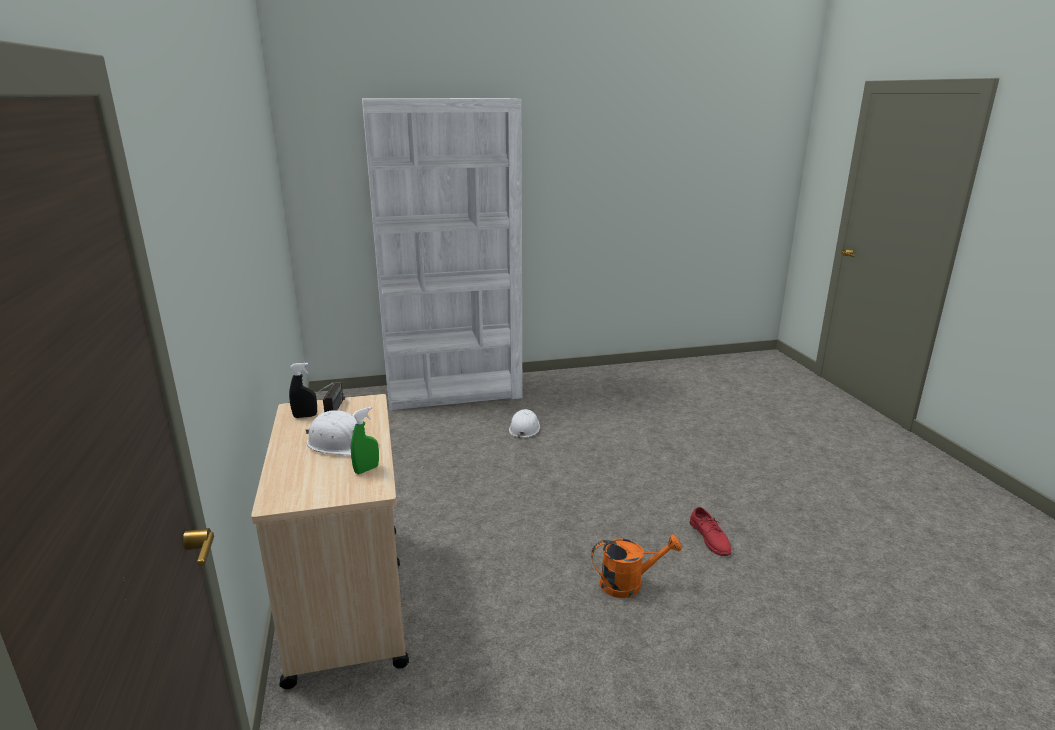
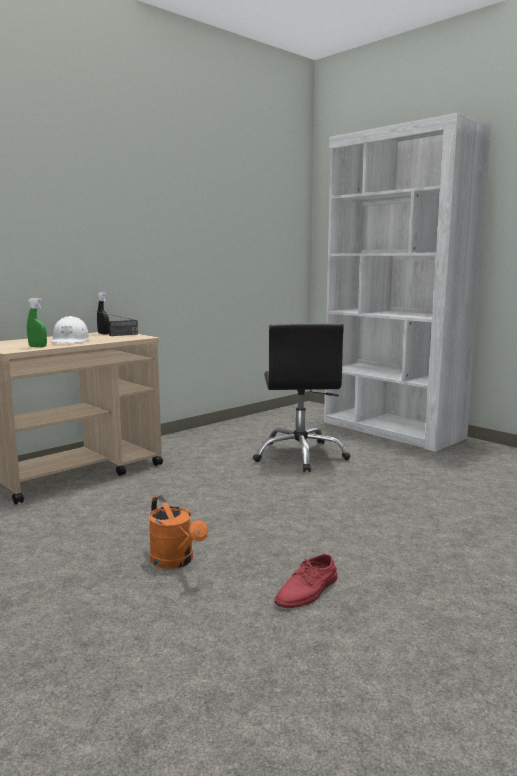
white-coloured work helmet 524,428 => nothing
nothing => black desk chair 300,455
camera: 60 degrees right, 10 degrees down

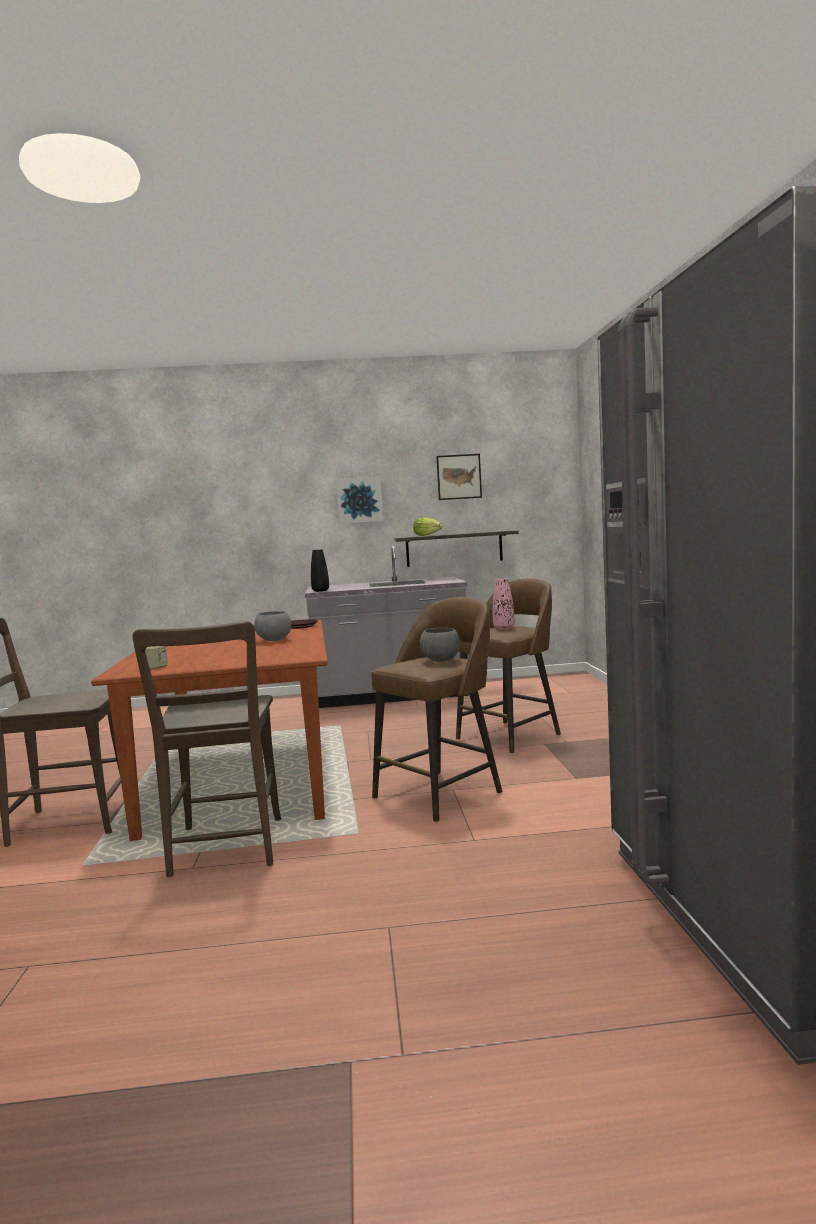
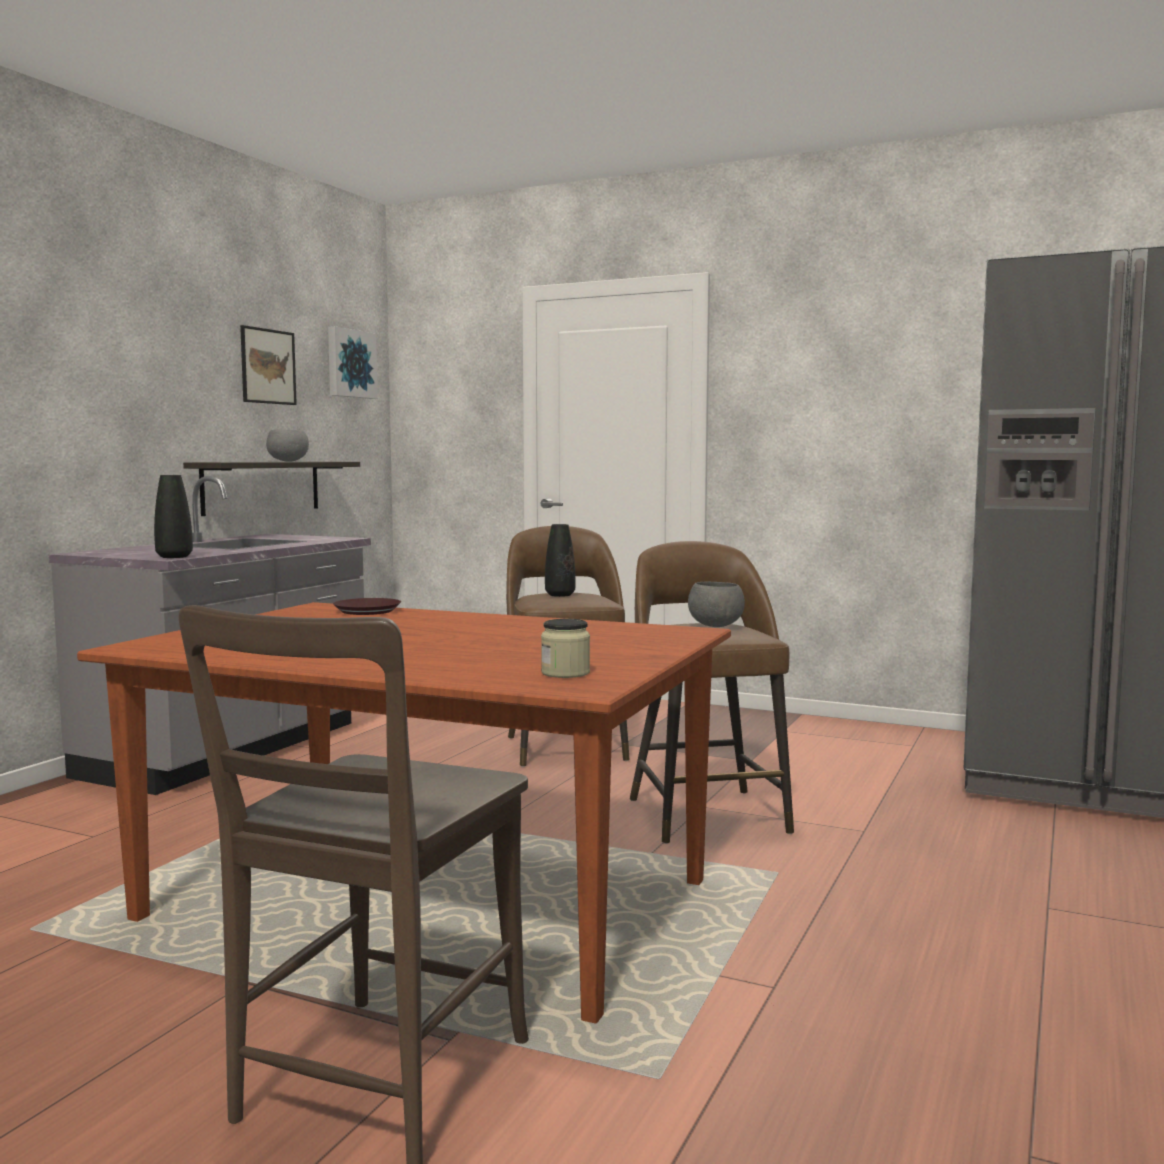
picture 359,500 => picture 350,363, relocated
lettuce head 427,535 => nothing
pink flower vase 504,628 => black flower vase 560,595
gray deep dish 273,640 => gray deep dish 288,461, relocated
brownish upright chair 226,850 => nothing
camera: 60 degrees left, 0 degrees up

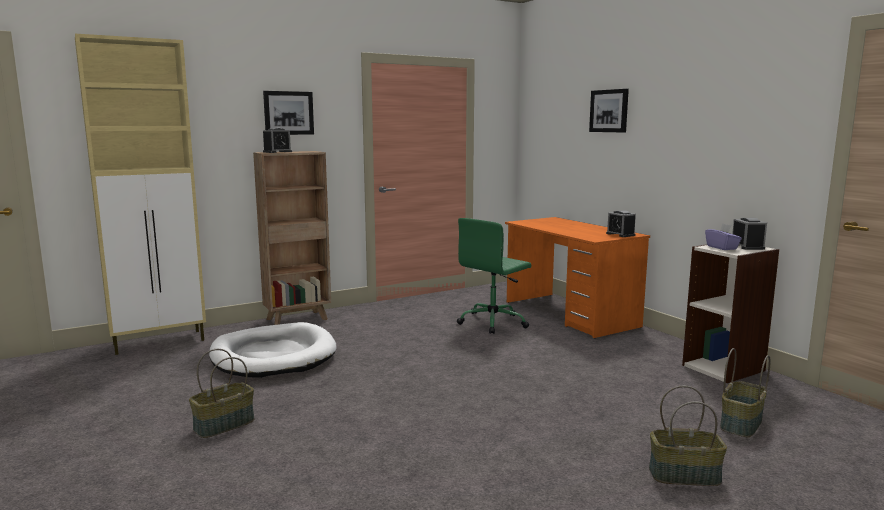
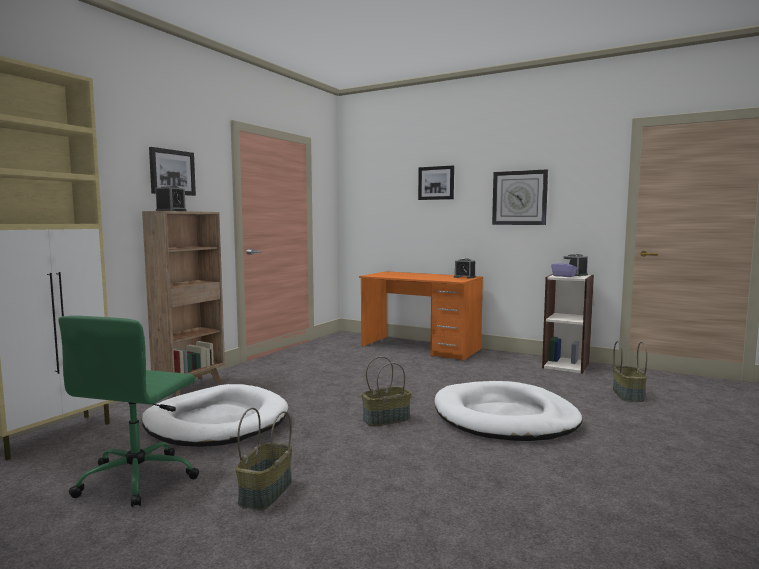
green desk chair 493,322 => green desk chair 138,478, relocated
basket 684,475 => basket 386,419, relocated
nothing => wall clock 519,198
nothing => white-coloured dog bed 505,417
camera: 30 degrees left, 5 degrees down

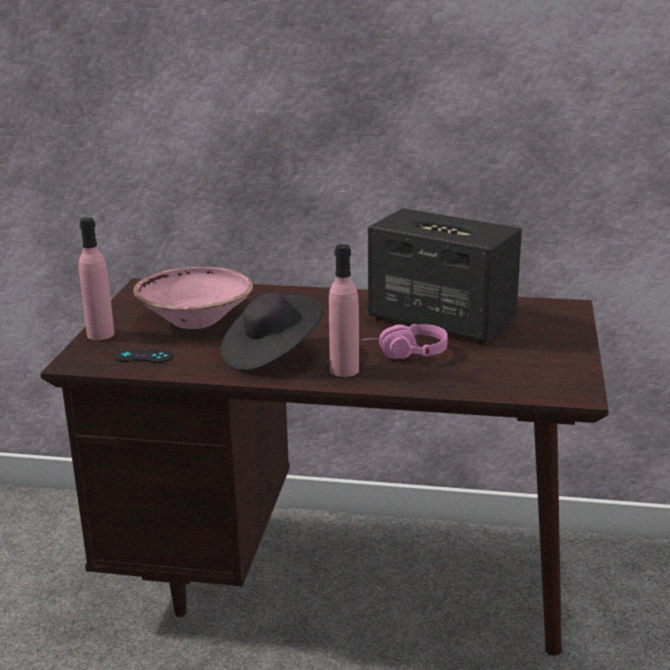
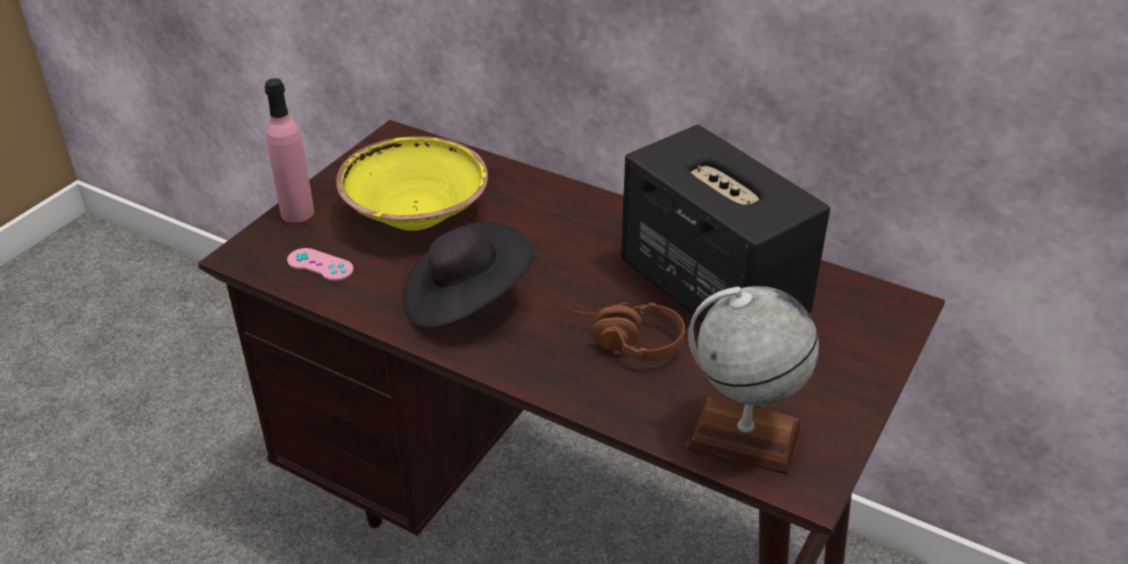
pink bottle 344,370 => nothing
pink deep dish 195,320 => yellow deep dish 415,213
pink headphones 405,354 => brownish headphones 626,343
black joypad 143,357 => pink joypad 320,265
nothing => globe 743,436
camera: 20 degrees right, 15 degrees up

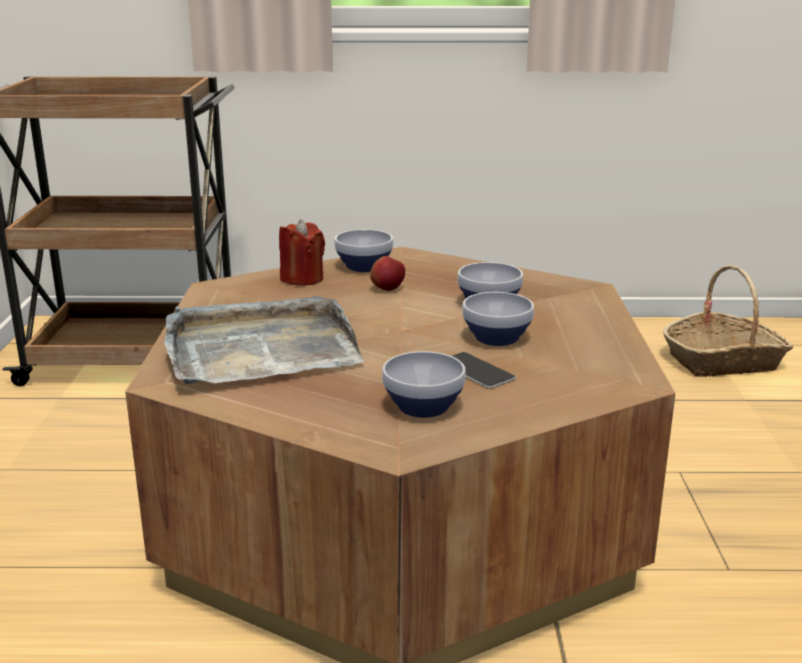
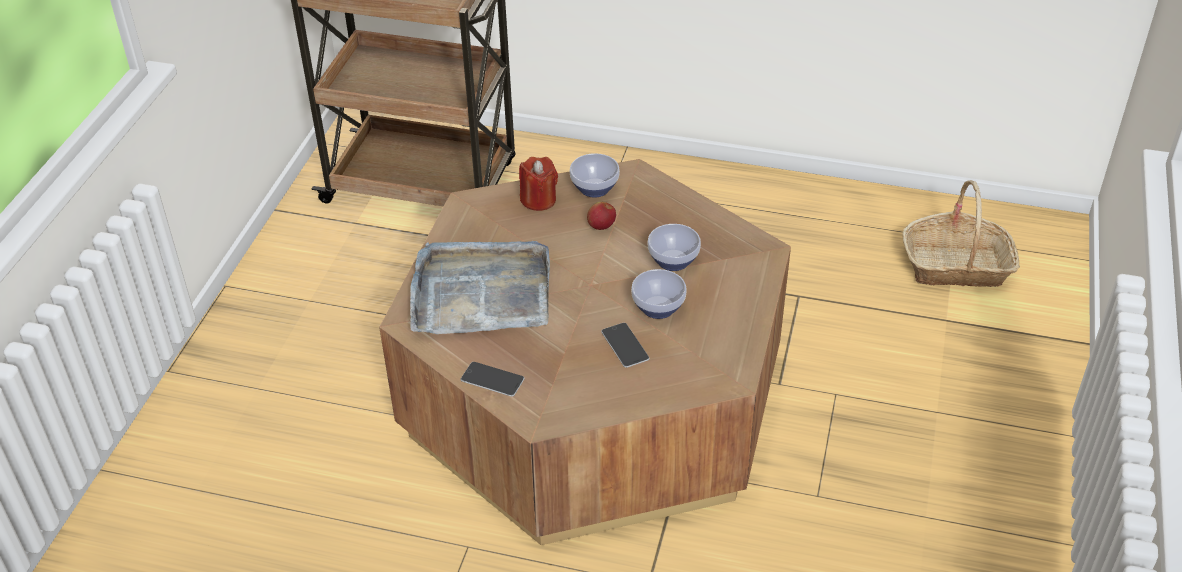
deep dish 422,406 => nothing
nothing => phone 492,379
camera: 15 degrees right, 20 degrees up

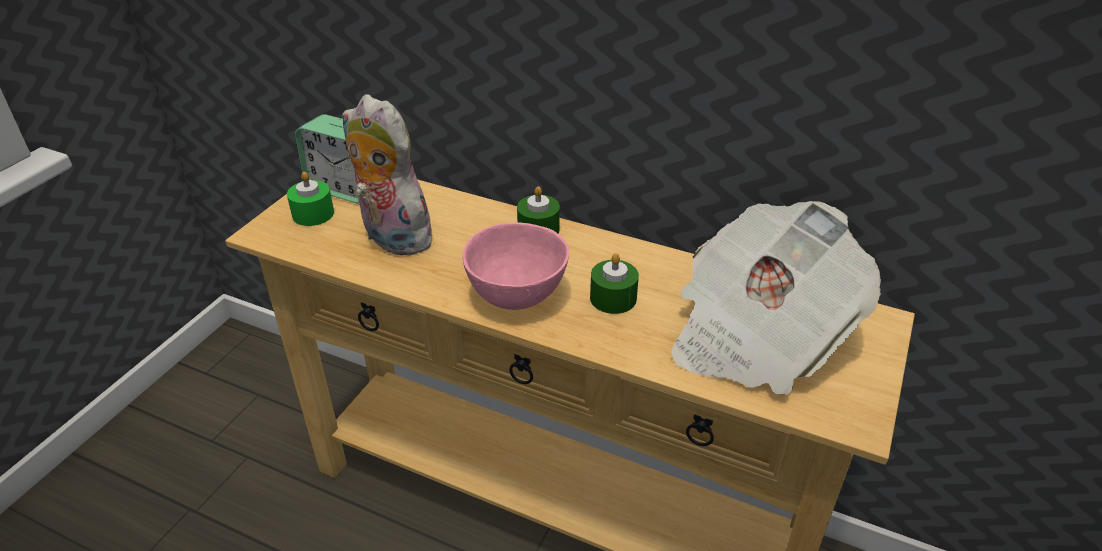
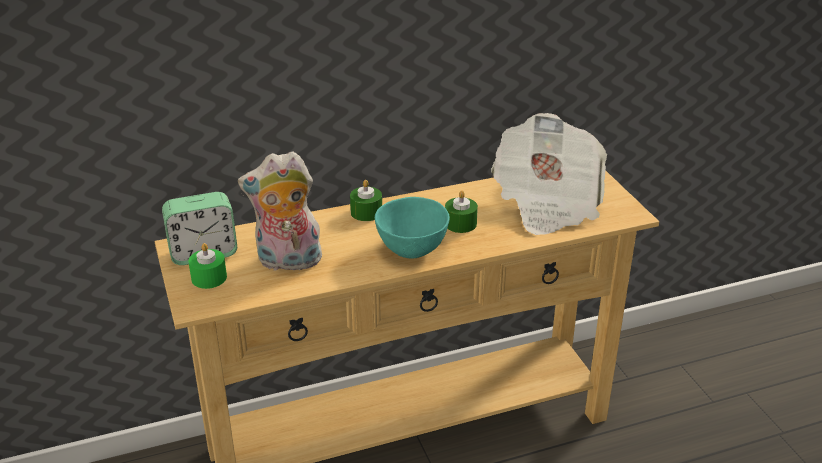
pink deep dish 518,296 => turquoise deep dish 412,249
camera: 45 degrees left, 5 degrees down

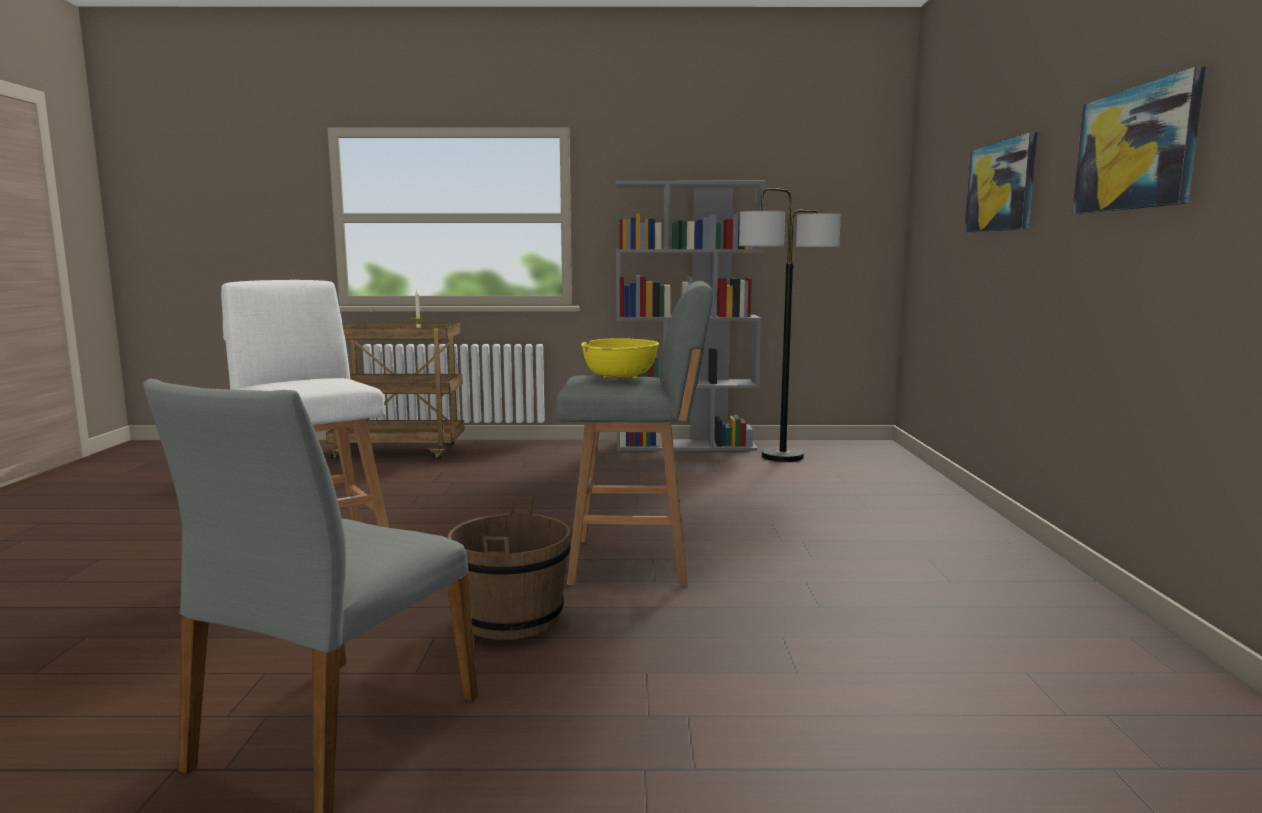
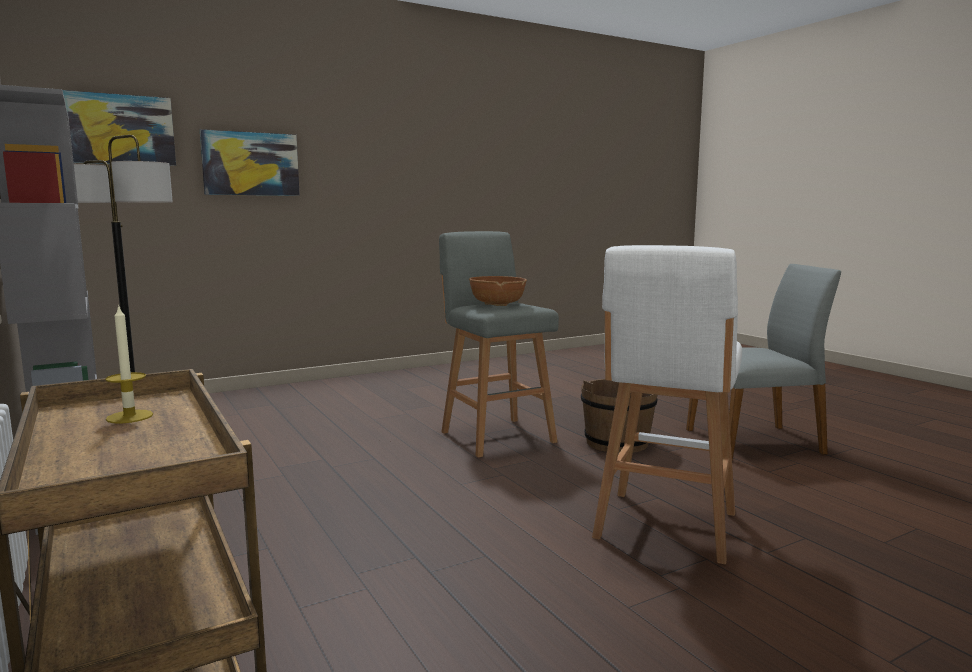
picture 1135,149 => picture 117,129, relocated
yellow deep dish 620,378 => brownish deep dish 497,304
camera: 120 degrees left, 0 degrees up

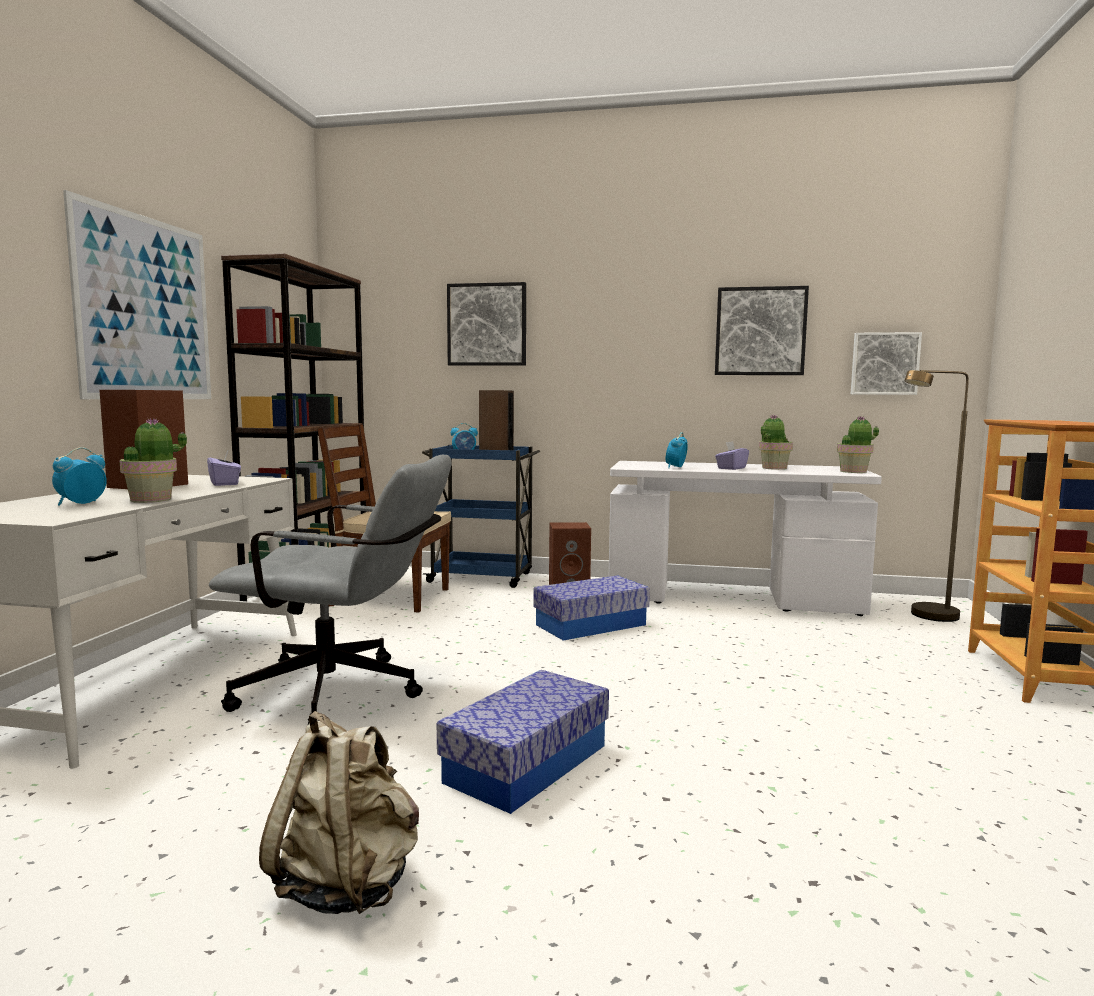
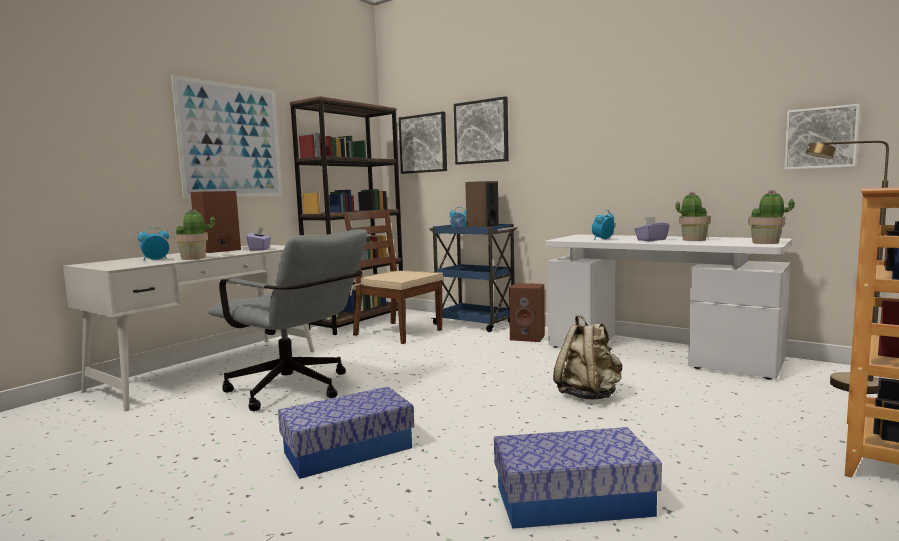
picture 760,331 => picture 423,143, relocated
storage container 591,625 => storage container 573,500, relocated
beige-coloured rucksack 347,884 => beige-coloured rucksack 588,395, relocated
camera: 25 degrees right, 0 degrees up

